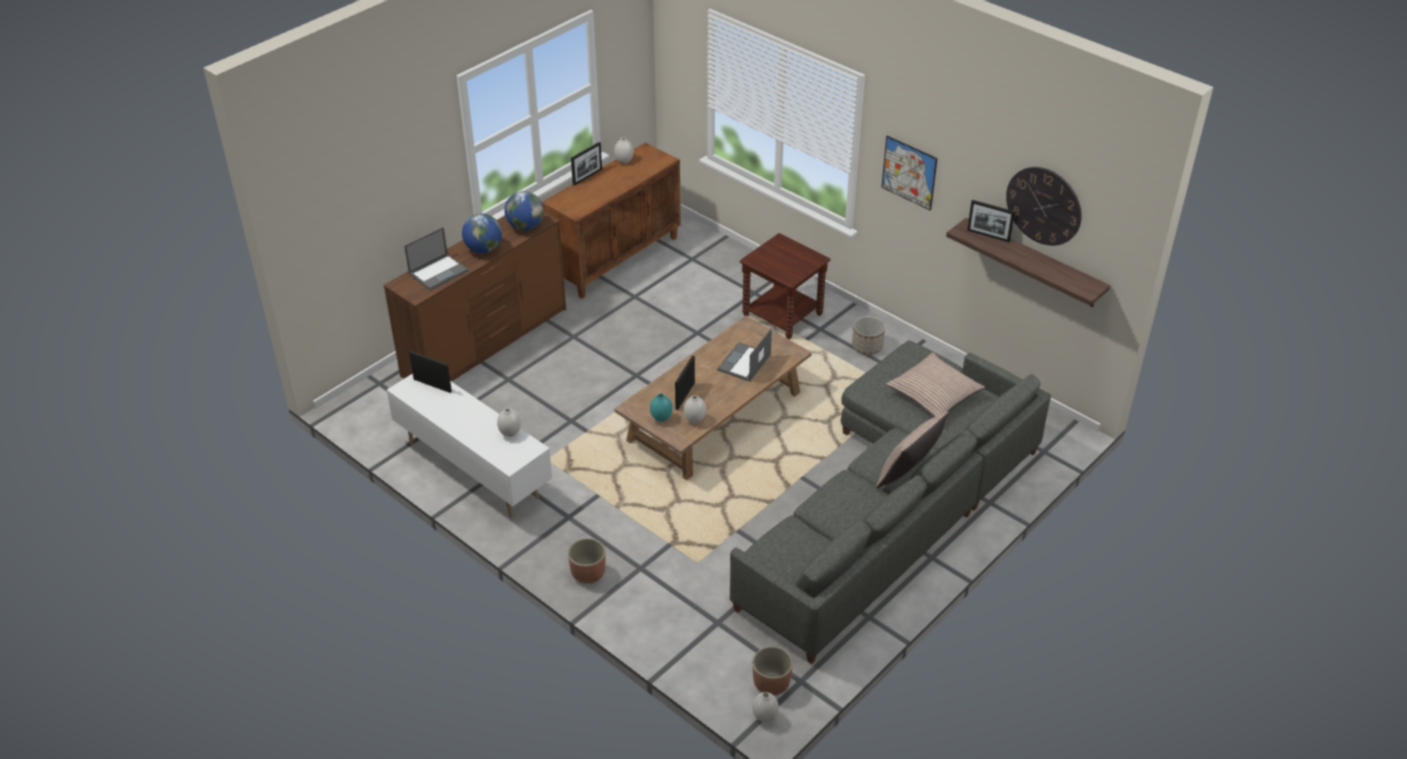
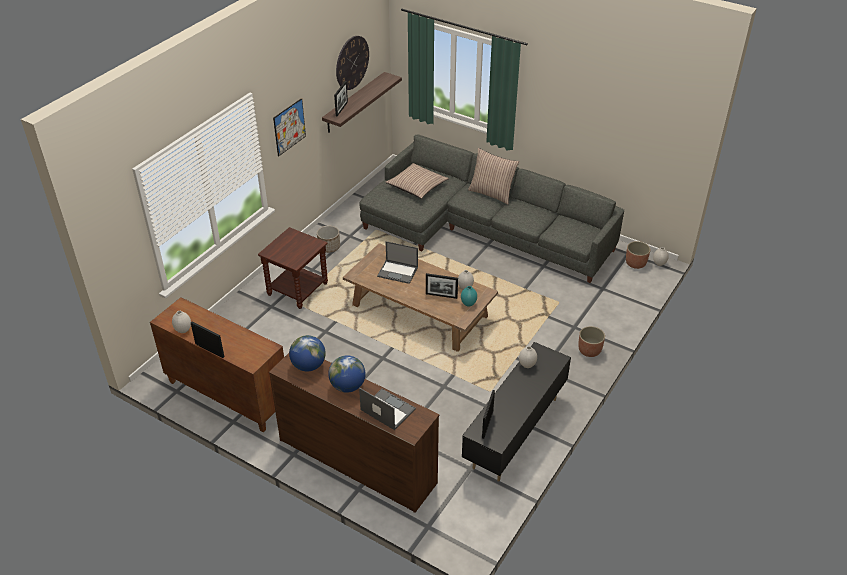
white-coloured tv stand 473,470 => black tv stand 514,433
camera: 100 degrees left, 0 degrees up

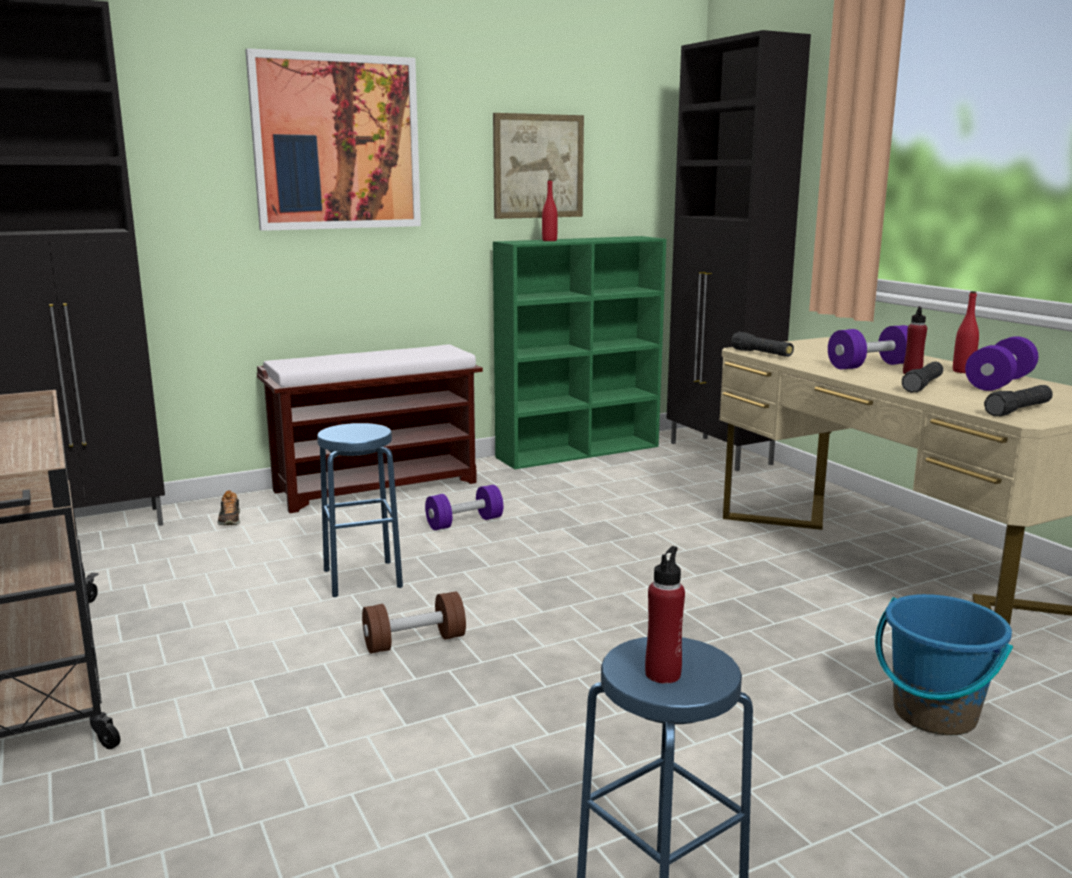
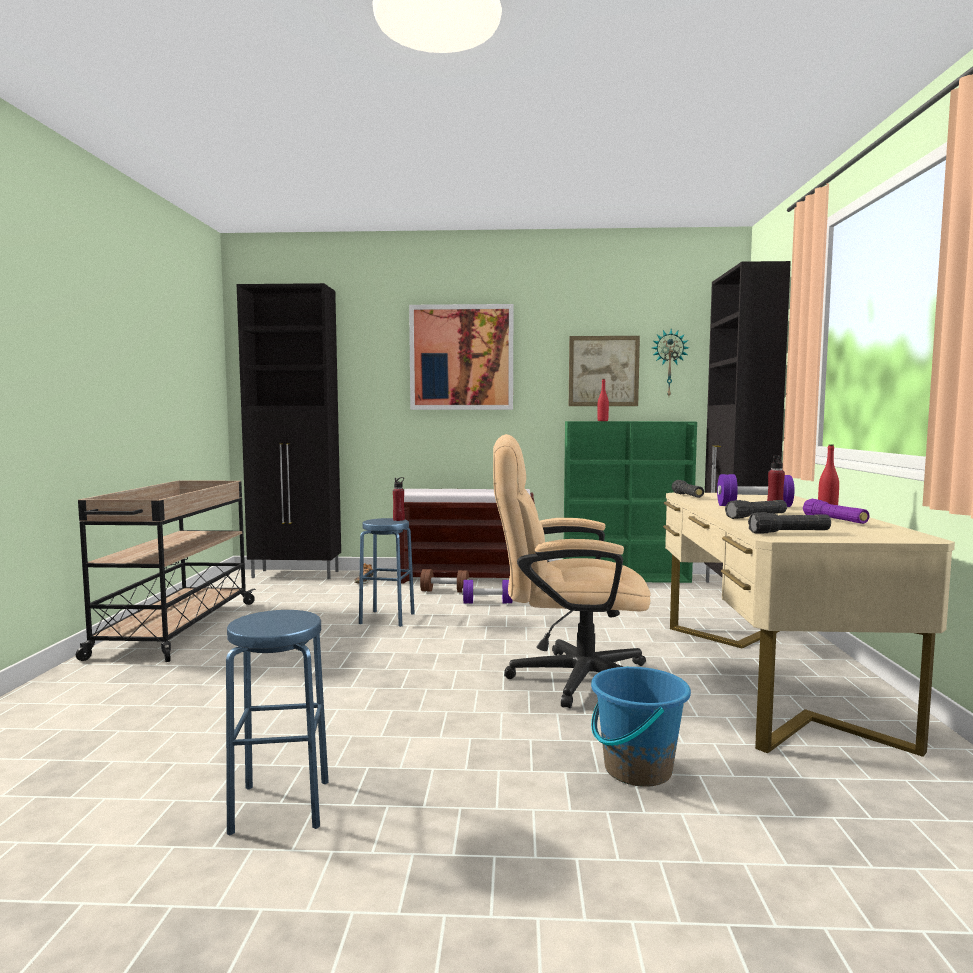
purple-coloured hand weight 999,383 => purple-coloured hand torch 834,521
reddish bottle 663,674 => reddish bottle 398,520, relocated
brownish hand weight 414,642 => brownish hand weight 445,591, relocated
nothing => wall clock 669,363
nothing => beige-coloured desk chair 567,678
camera: 30 degrees right, 10 degrees down

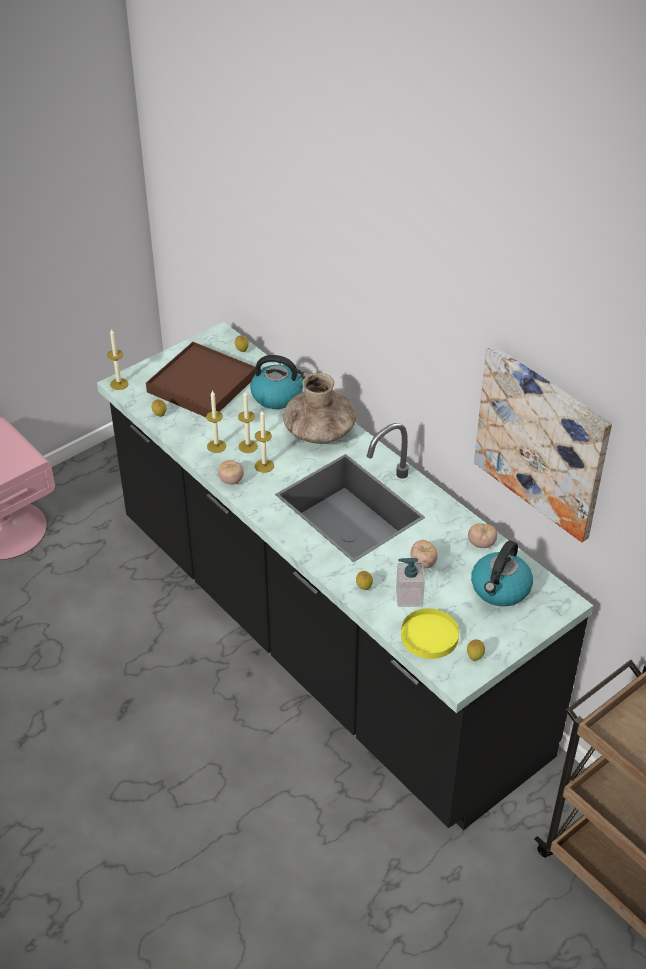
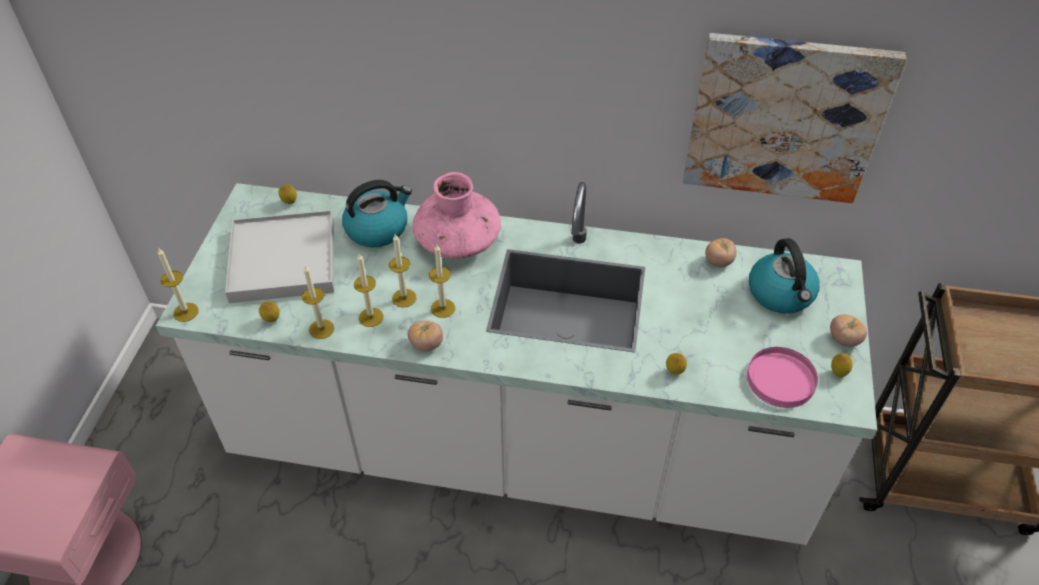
black counter 323,637 => white-coloured counter 519,446
brownish carrying tray 202,384 => white-coloured carrying tray 283,260
brownish flower vase 319,431 => pink flower vase 458,241
fresh tomato 423,563 => fresh tomato 844,340, relocated
liquid soap bottle 409,597 => nothing
yellow dinner plate 430,636 => pink dinner plate 781,379
nothing => wax light 321,329
camera: 40 degrees left, 5 degrees up

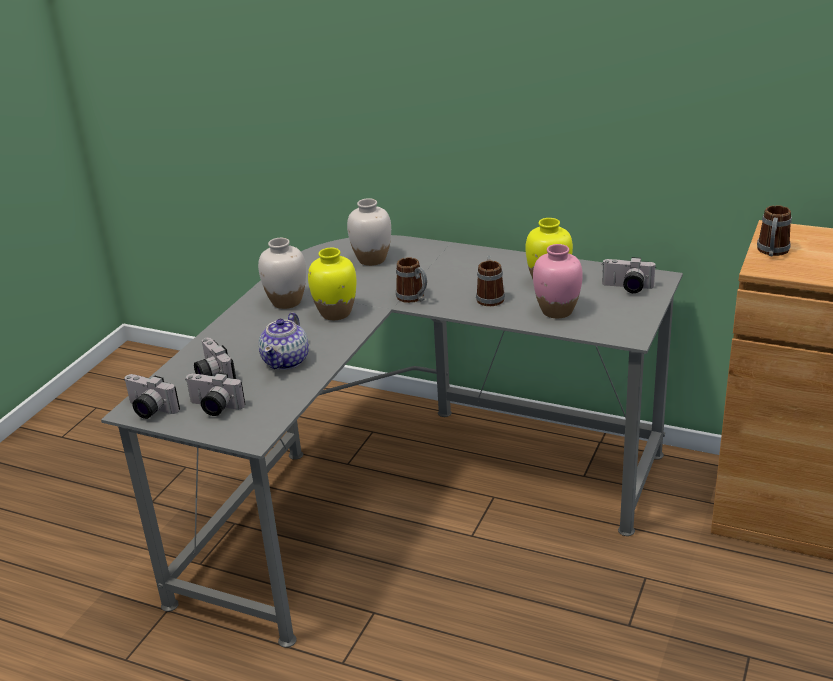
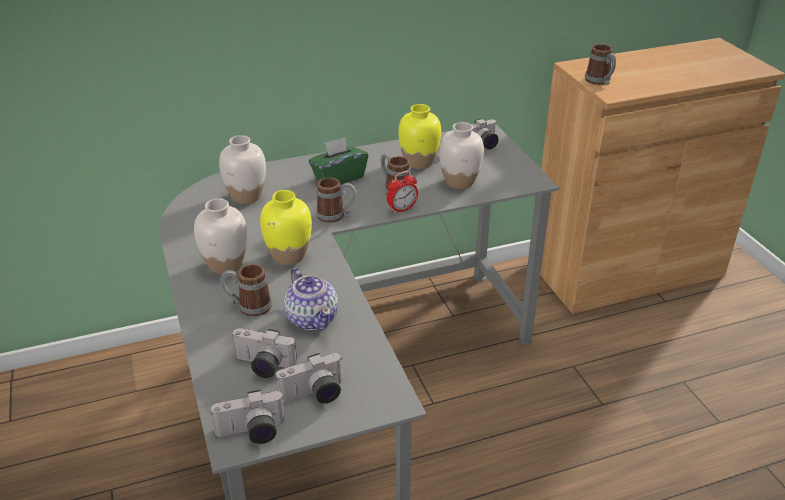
pink flower vase 556,311 => white-coloured flower vase 459,182
nothing => green box of tissues 338,177
nothing => table clock 402,209
nothing => mug 248,306
camera: 45 degrees left, 5 degrees up

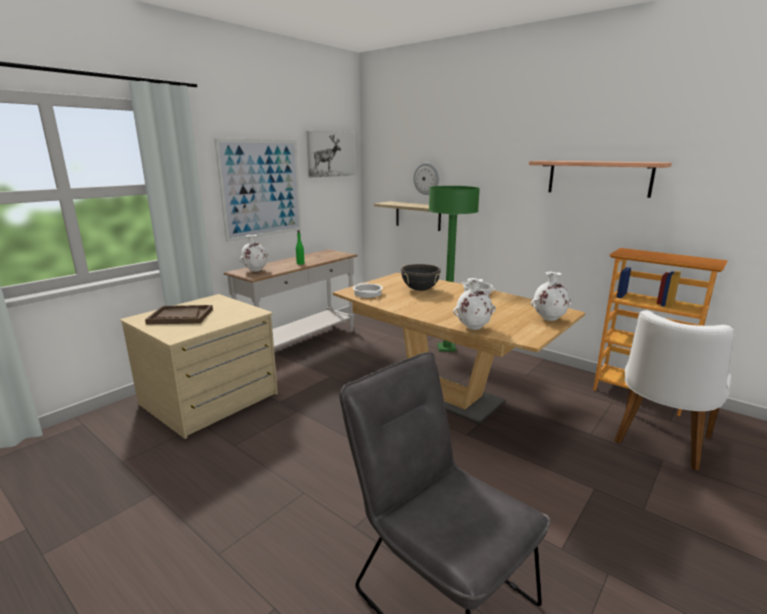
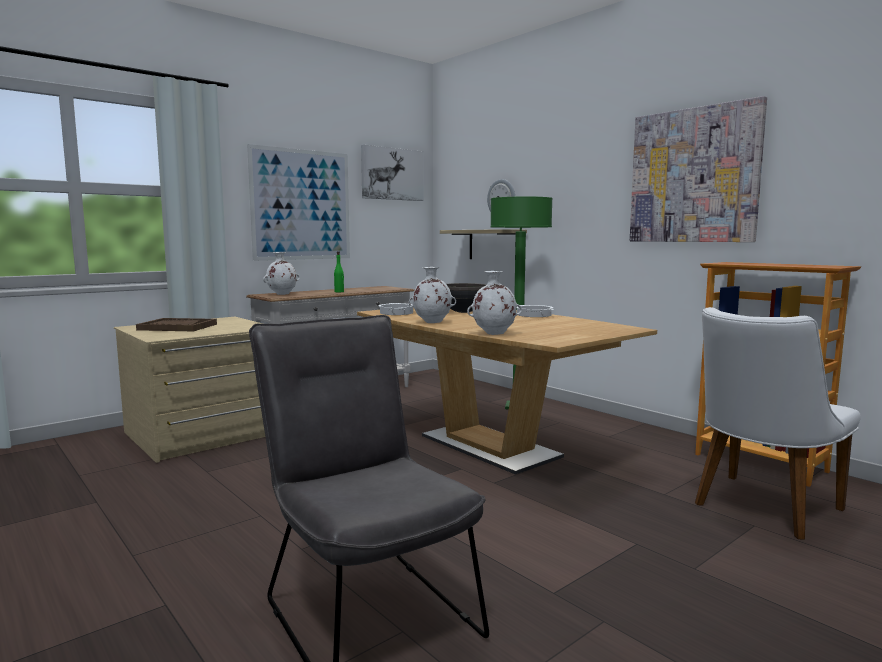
shelf 598,178 => picture 694,176
white-coloured flower vase 548,319 => white-coloured flower vase 432,322, relocated
camera: 10 degrees right, 10 degrees down

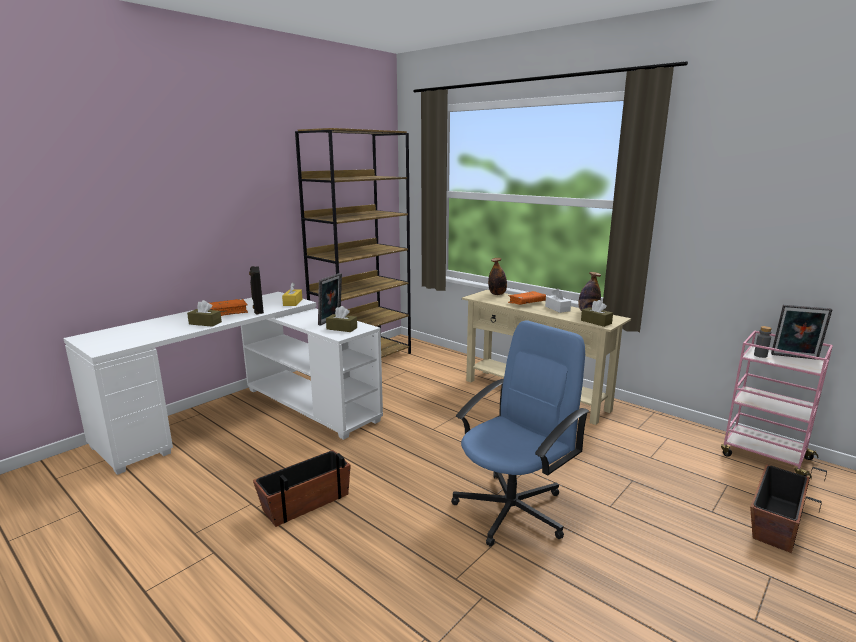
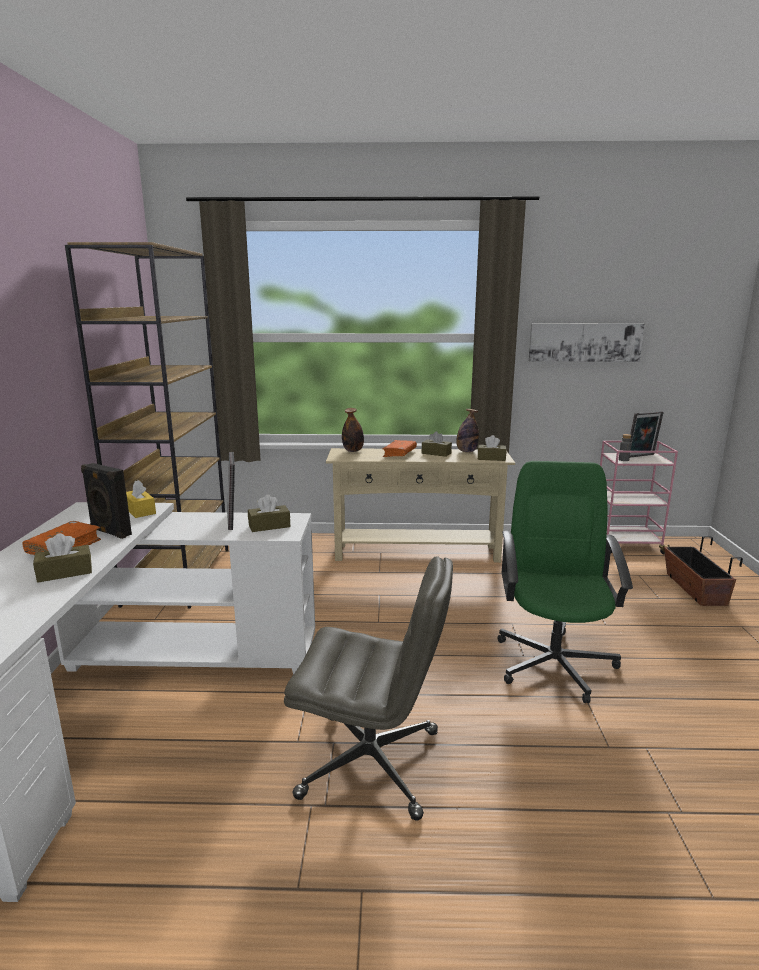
white-coloured box of tissues 557,308 => brownish box of tissues 436,453
bluish desk chair 512,509 => green desk chair 554,662
planter 305,502 => gray desk chair 372,763
nothing => picture 584,342
camera: 40 degrees left, 0 degrees up

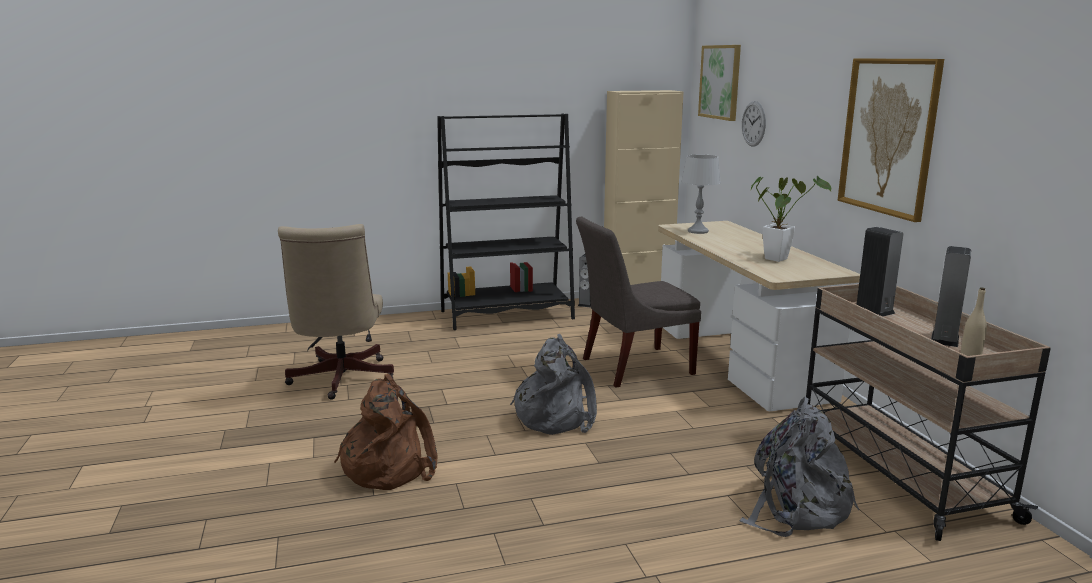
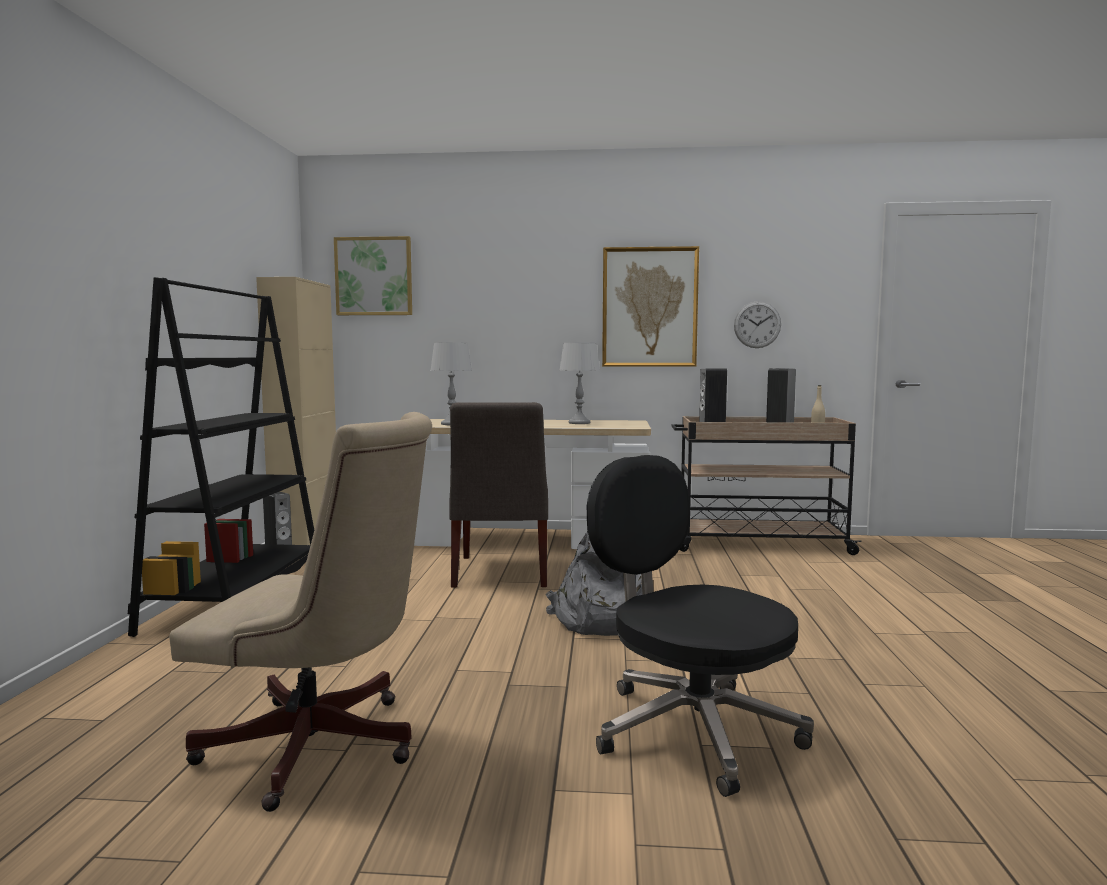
wall clock 753,123 => wall clock 757,324, relocated
plant in a pot 779,258 => gray lamp for a table 579,423
brownish rucksack 389,467 => black desk chair 691,729
gray rucksack 796,508 => nothing
camera: 70 degrees left, 10 degrees down

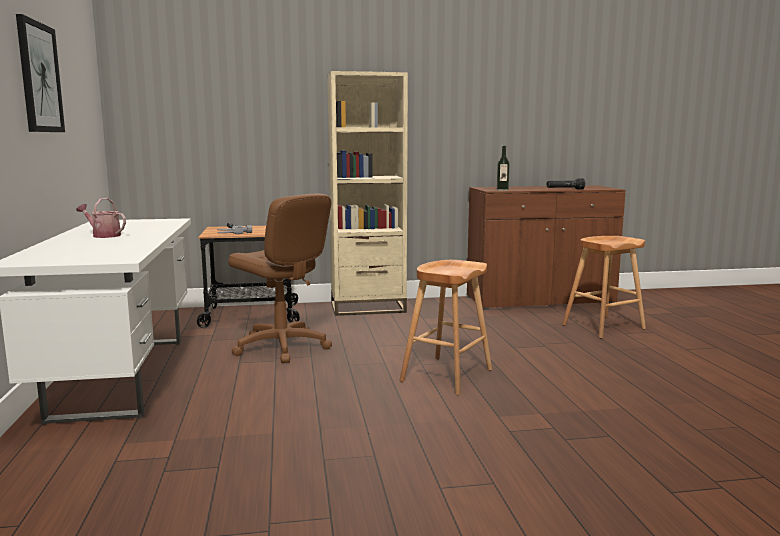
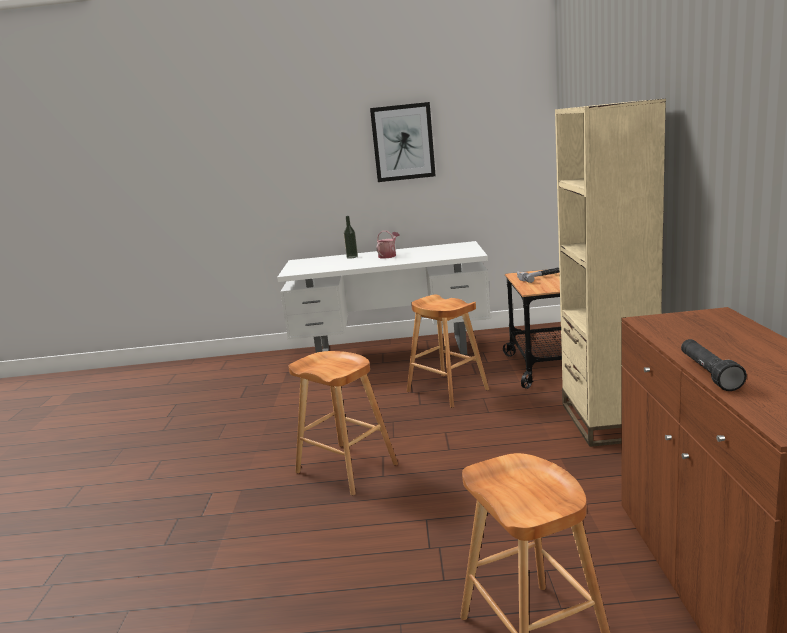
bottle 502,190 => bottle 352,257, relocated
brownish desk chair 281,347 => brownish stool seat 447,390
camera: 100 degrees right, 5 degrees up

